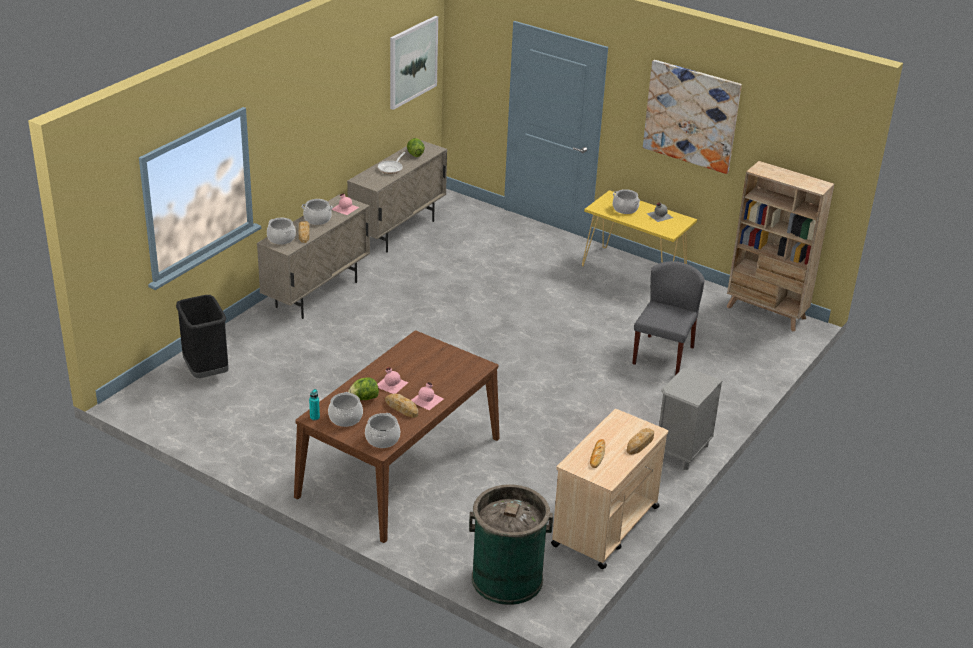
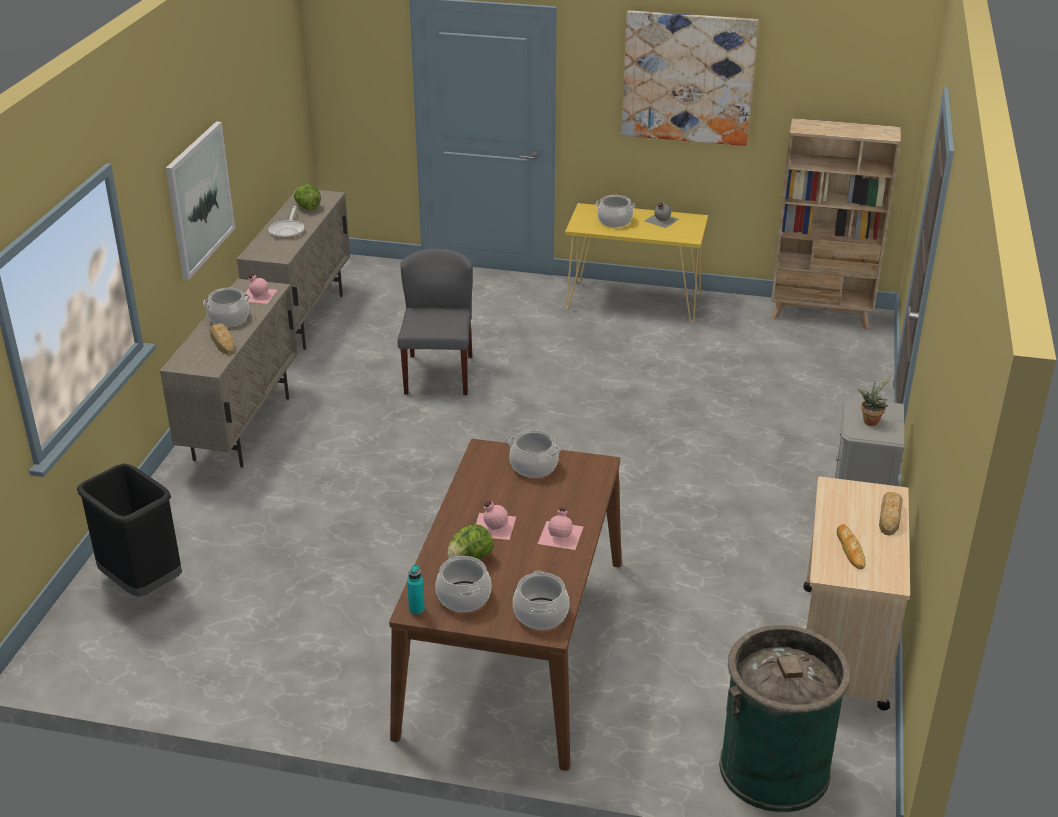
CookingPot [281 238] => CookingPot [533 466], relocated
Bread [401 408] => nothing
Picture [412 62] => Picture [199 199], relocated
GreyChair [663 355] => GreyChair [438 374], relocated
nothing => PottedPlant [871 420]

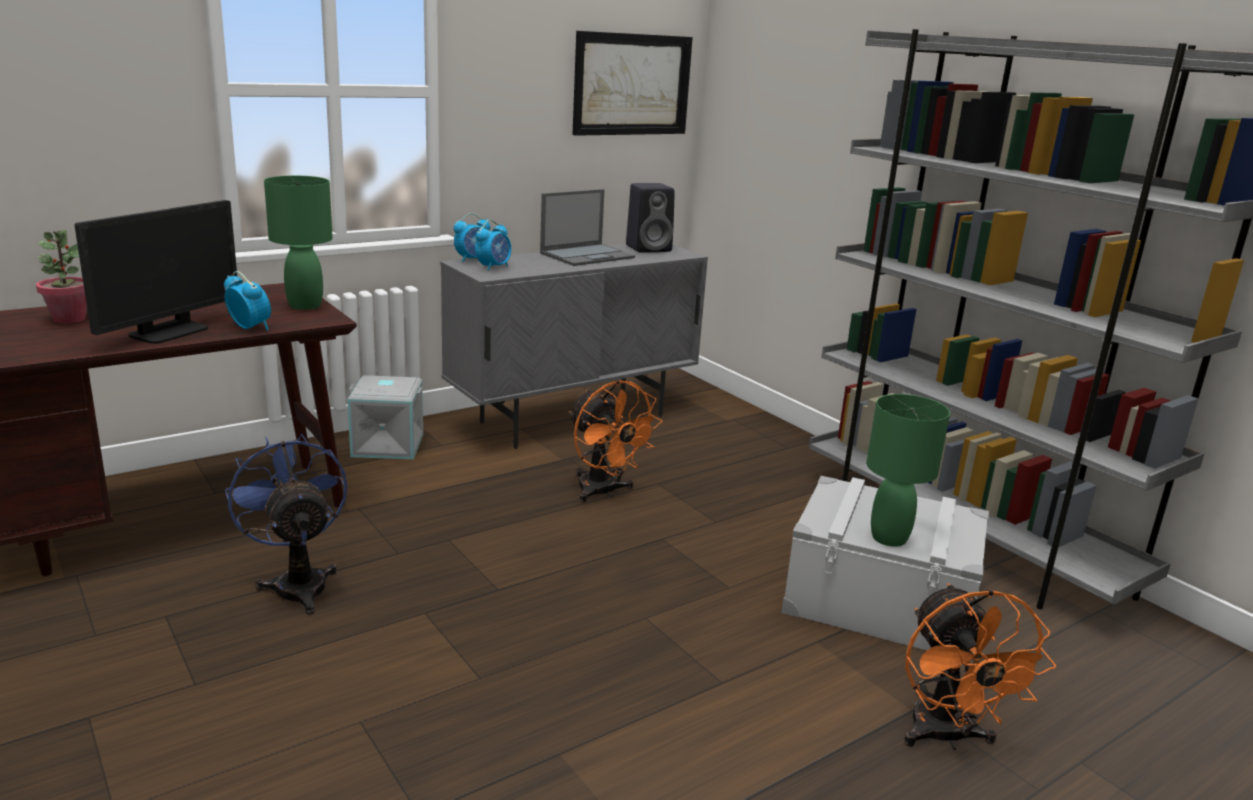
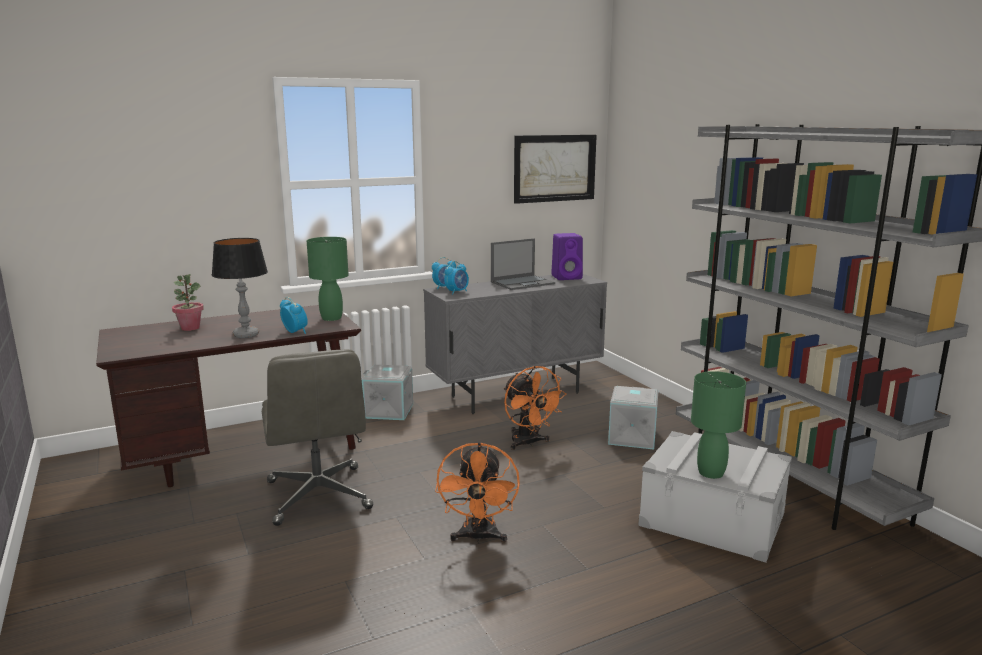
Monitor [169 332] => TableLamp [246 335]
BlueFan [298 583] => GreyOfficeChair [319 496]
BlackSpeaker [649 248] => PurpleSpeaker [567 277]
OrangeFan [946 737] => OrangeFan [478 537], relocated
nothing => GreyStorageBox [631 437]

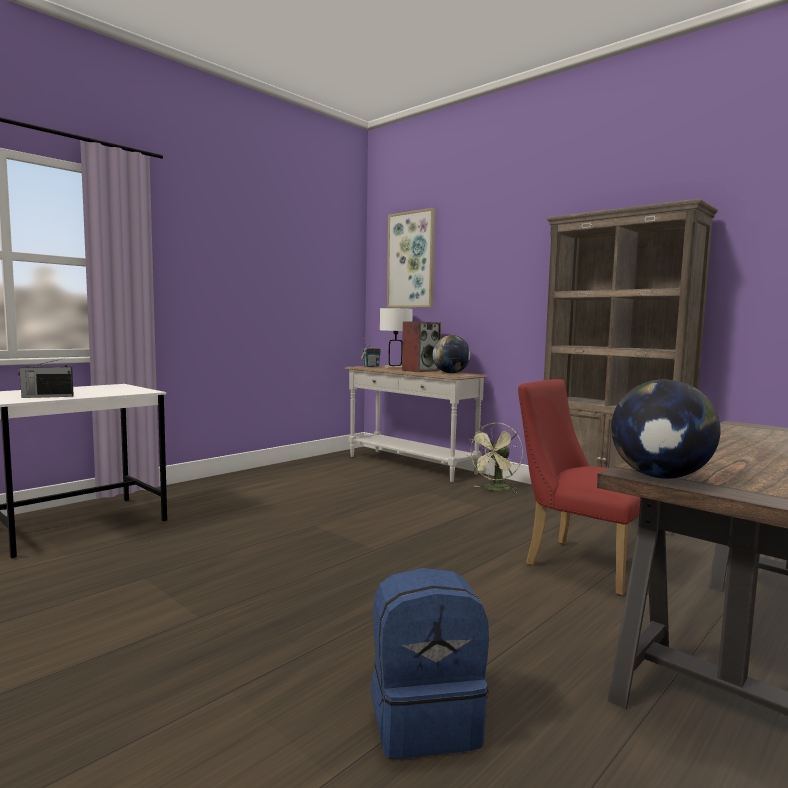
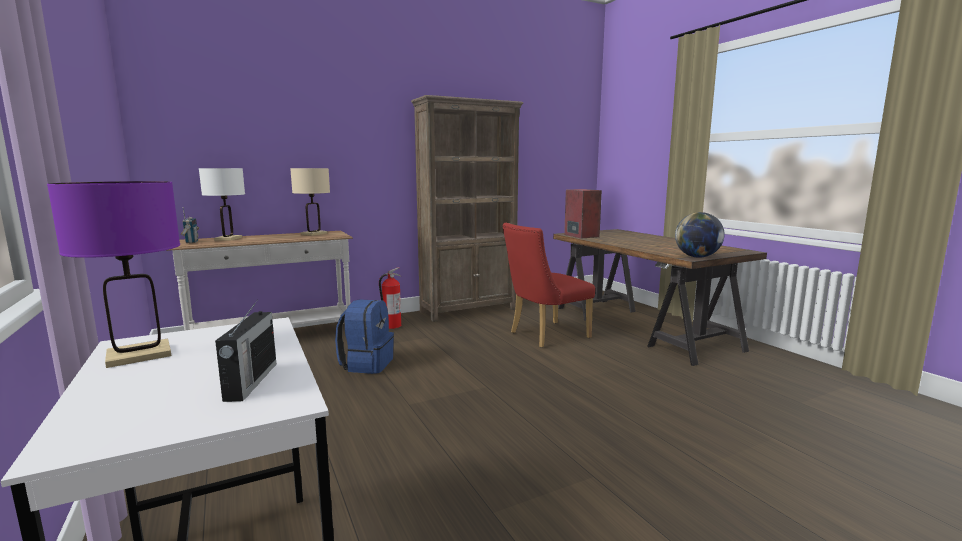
BlueBackpack [425 720] => BlueBackpack [367 364], relocated
Picture [411 260] => nothing
Speaker [420 370] => Speaker [580 236], relocated
Globe [450 373] => BeigeTableLamp [314 234]
GreenFan [496 490] => FireExtinguisher [391 326]
nothing => PurpleTableLamp [139 355]

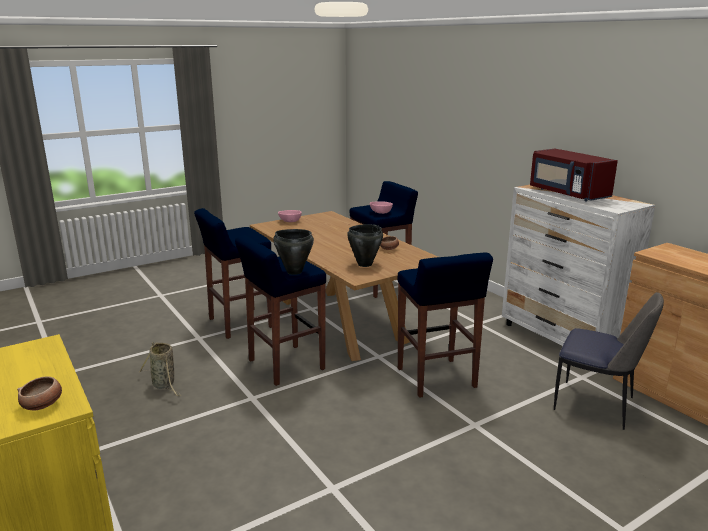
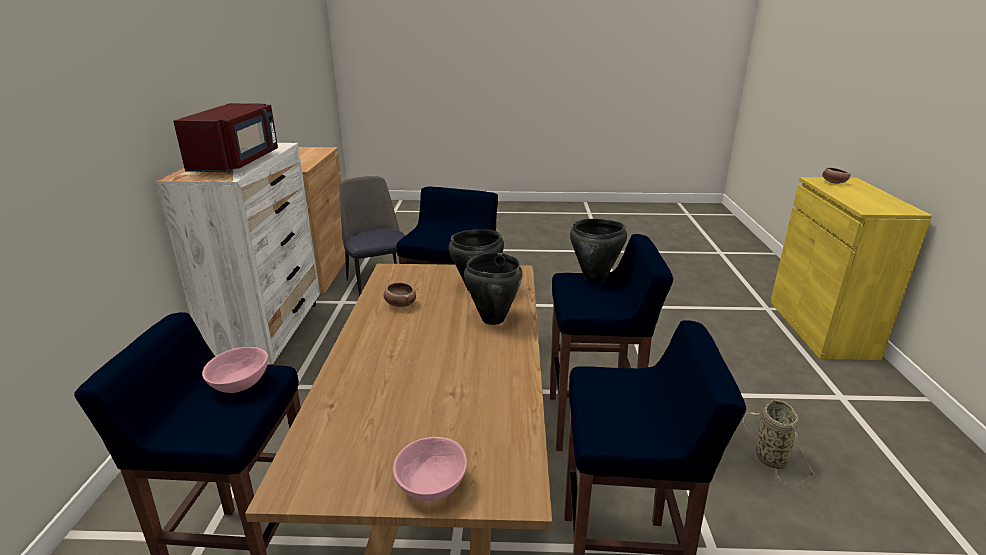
nothing => BlackCookingPot [492 319]

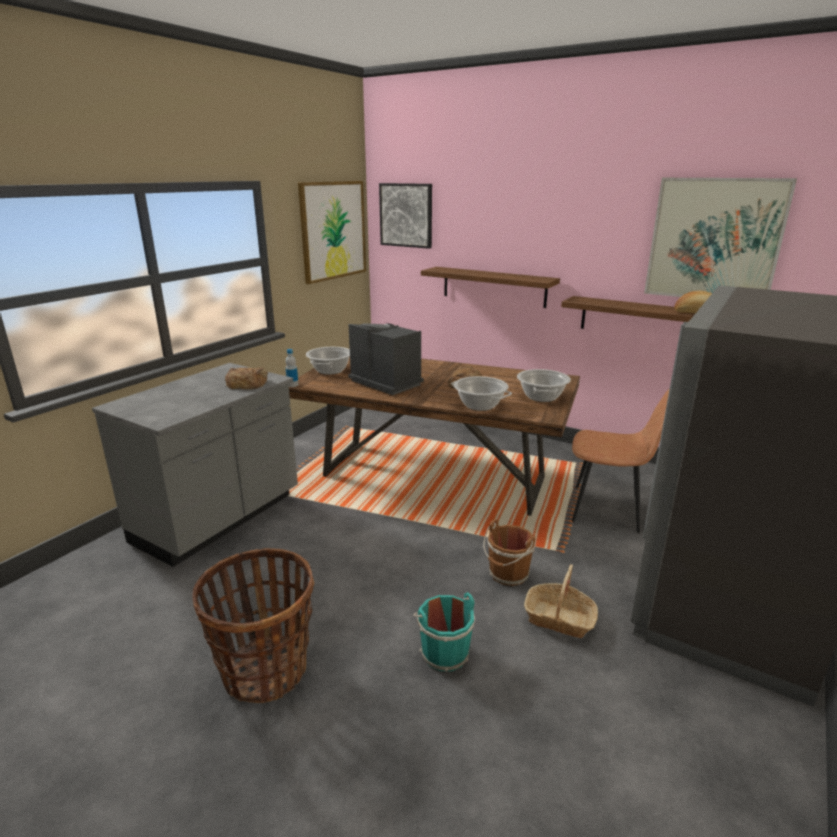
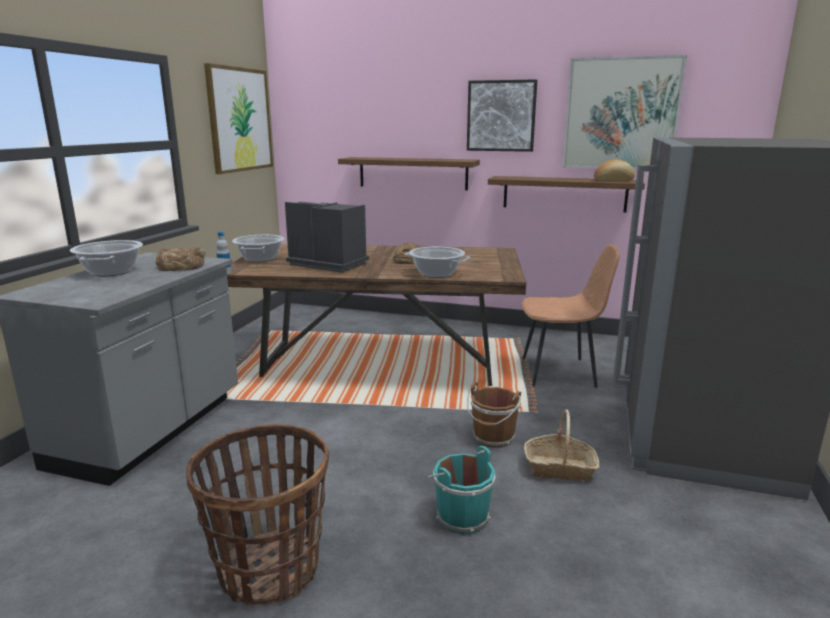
Picture [406 215] => Picture [501 116], relocated
CookingPot [541 397] => CookingPot [111 272], relocated

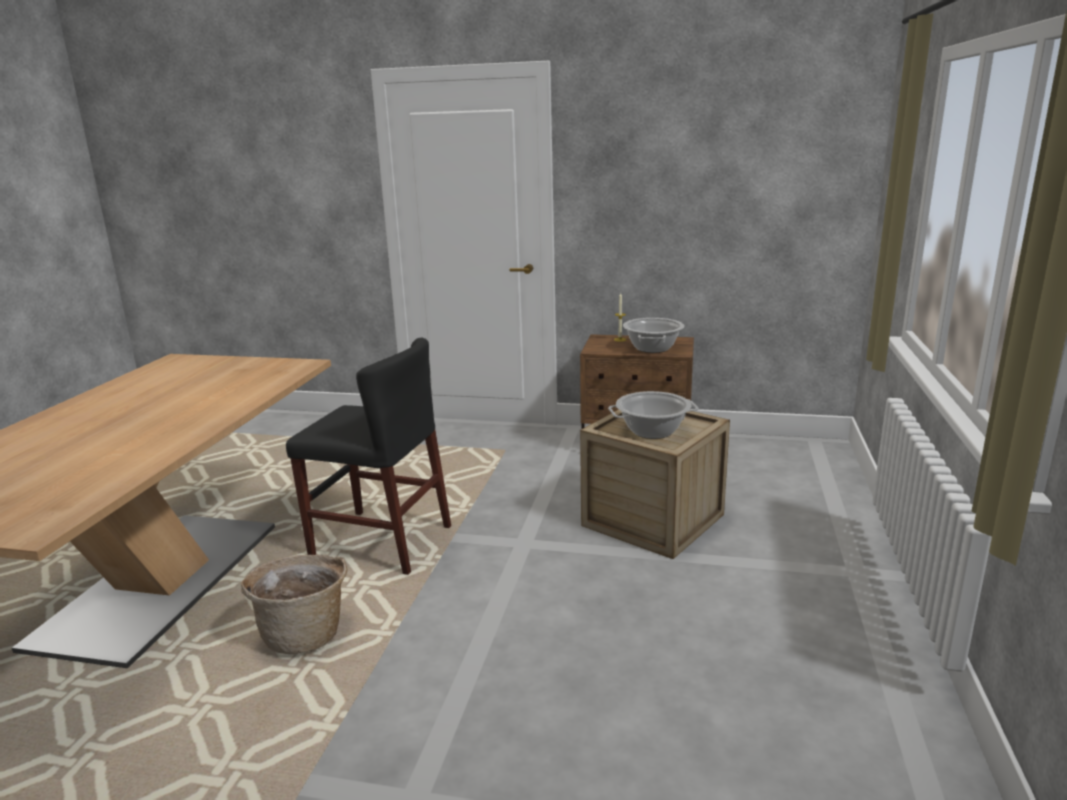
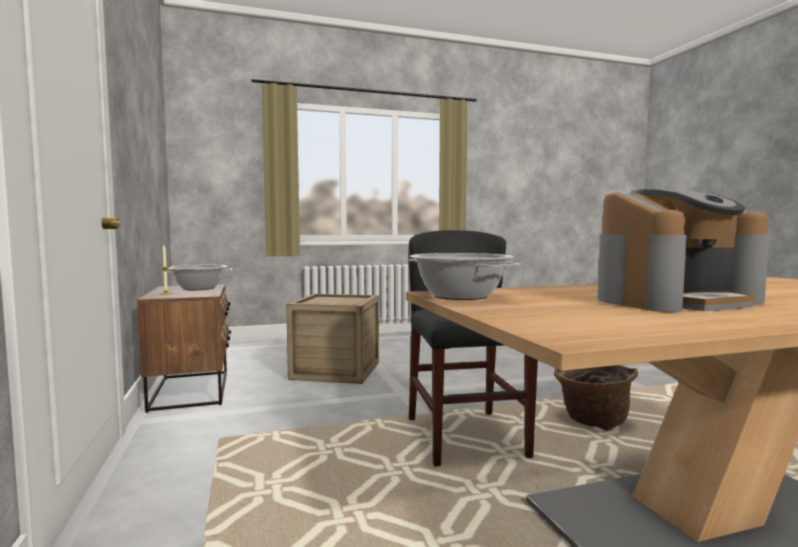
CookingPot [652 431] => CookingPot [461 296], relocated
nothing => CoffeeMachine [674 300]

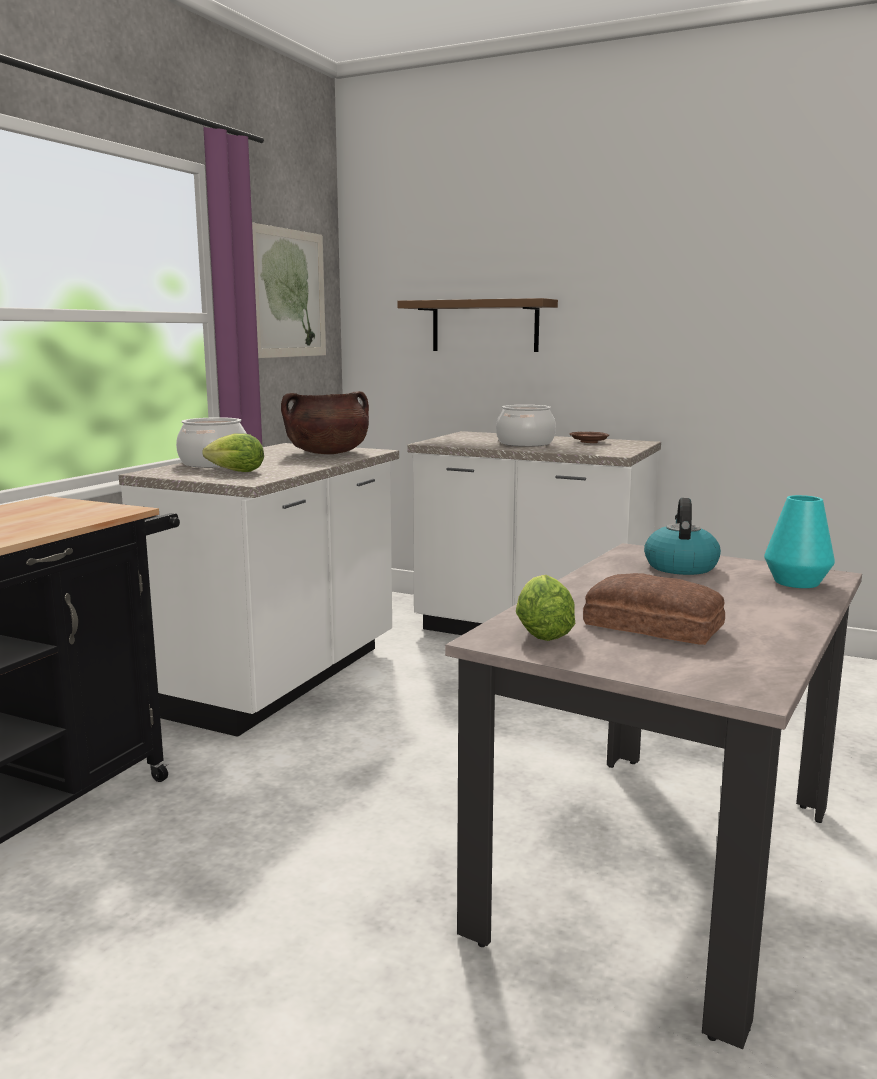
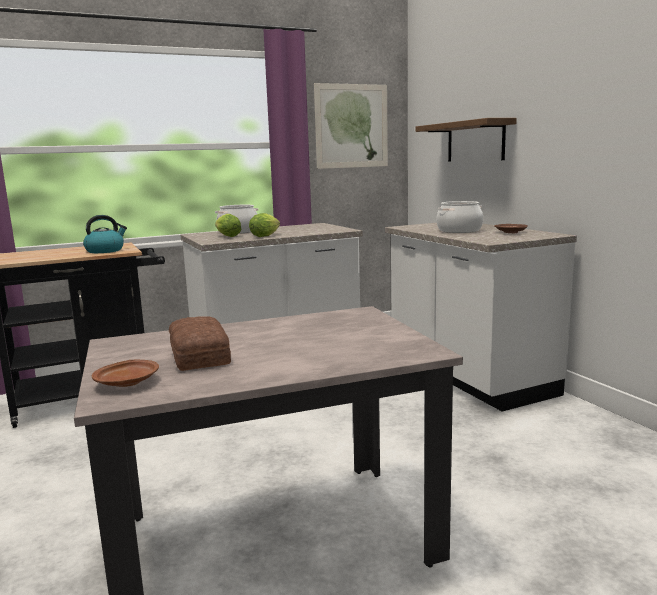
BrownCookingPot [327 453] => nothing
Lettuce [542 632] => Lettuce [266 236], relocated
Kettle [680 566] => Kettle [105 251], relocated
TurquoiseVase [796 582] => nothing
nothing => BrownPlate [128 382]

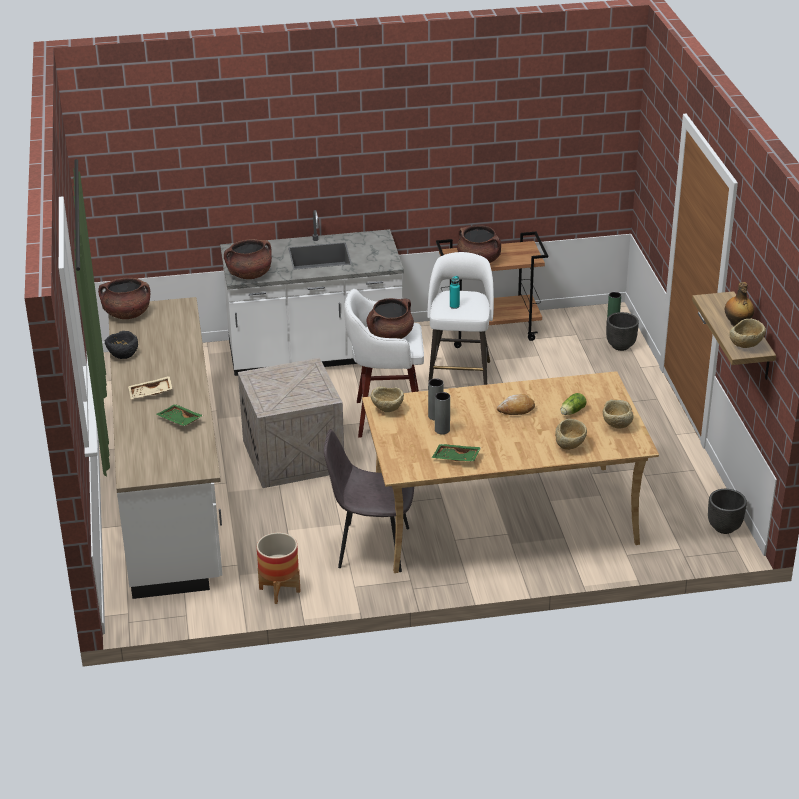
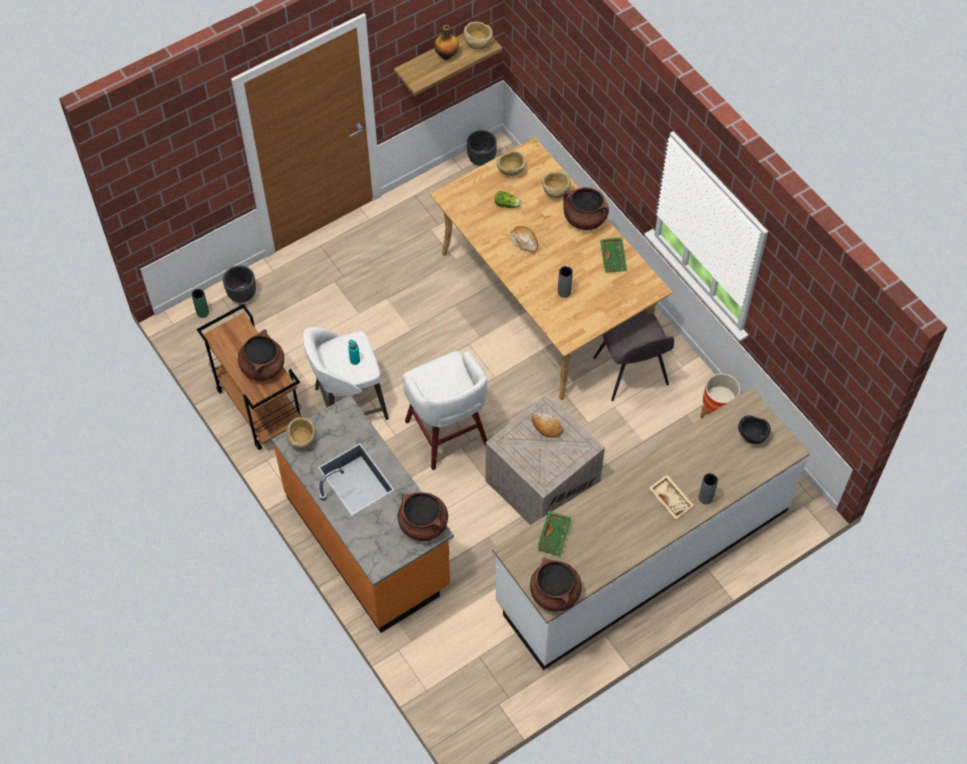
BlackBowl [122 355] => BlackBowl [752 436], relocated
GreenTray [179 420] => GreenTray [555 536], relocated
WhiteCounter [315 354] => OrangeCounter [369 541]
BrownCookingPot [390 335] => BrownCookingPot [584 219], relocated
BeigeBowl [387 410] => BeigeBowl [302 440], relocated
GreyVase [442 430] => GreyVase [705 498], relocated
nothing => Bread [547 426]

